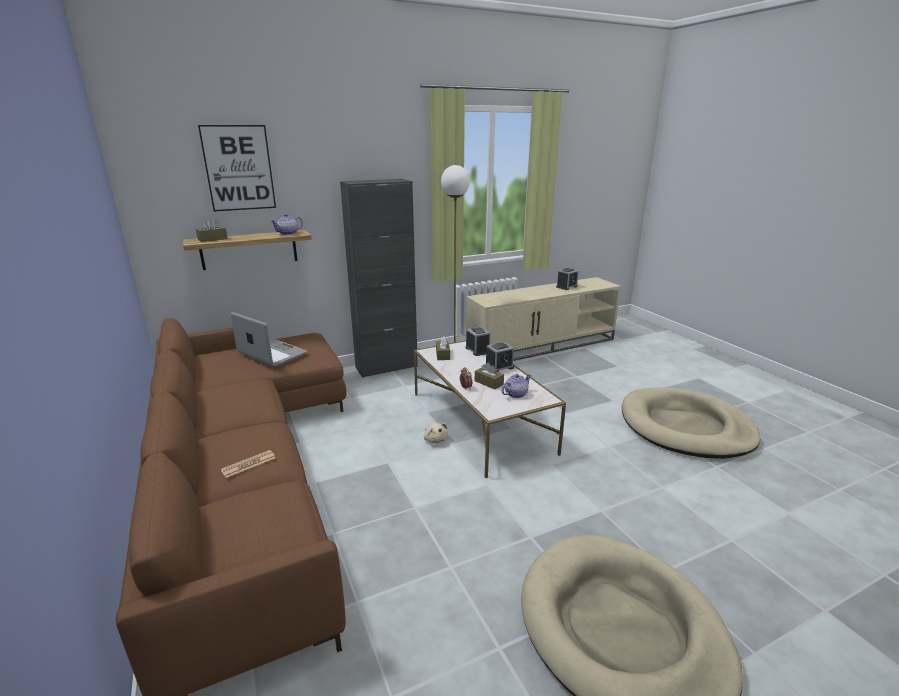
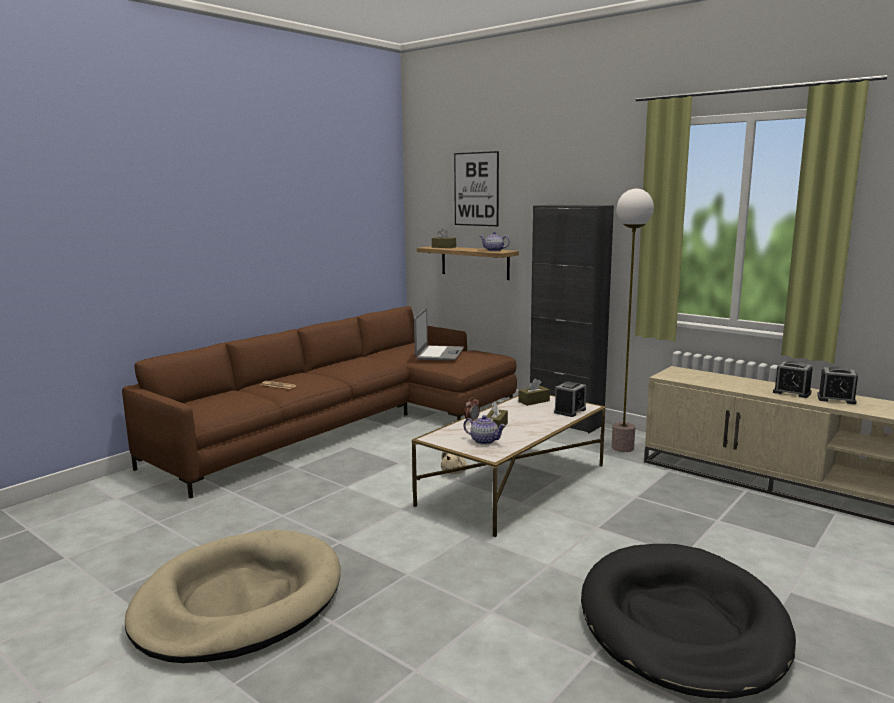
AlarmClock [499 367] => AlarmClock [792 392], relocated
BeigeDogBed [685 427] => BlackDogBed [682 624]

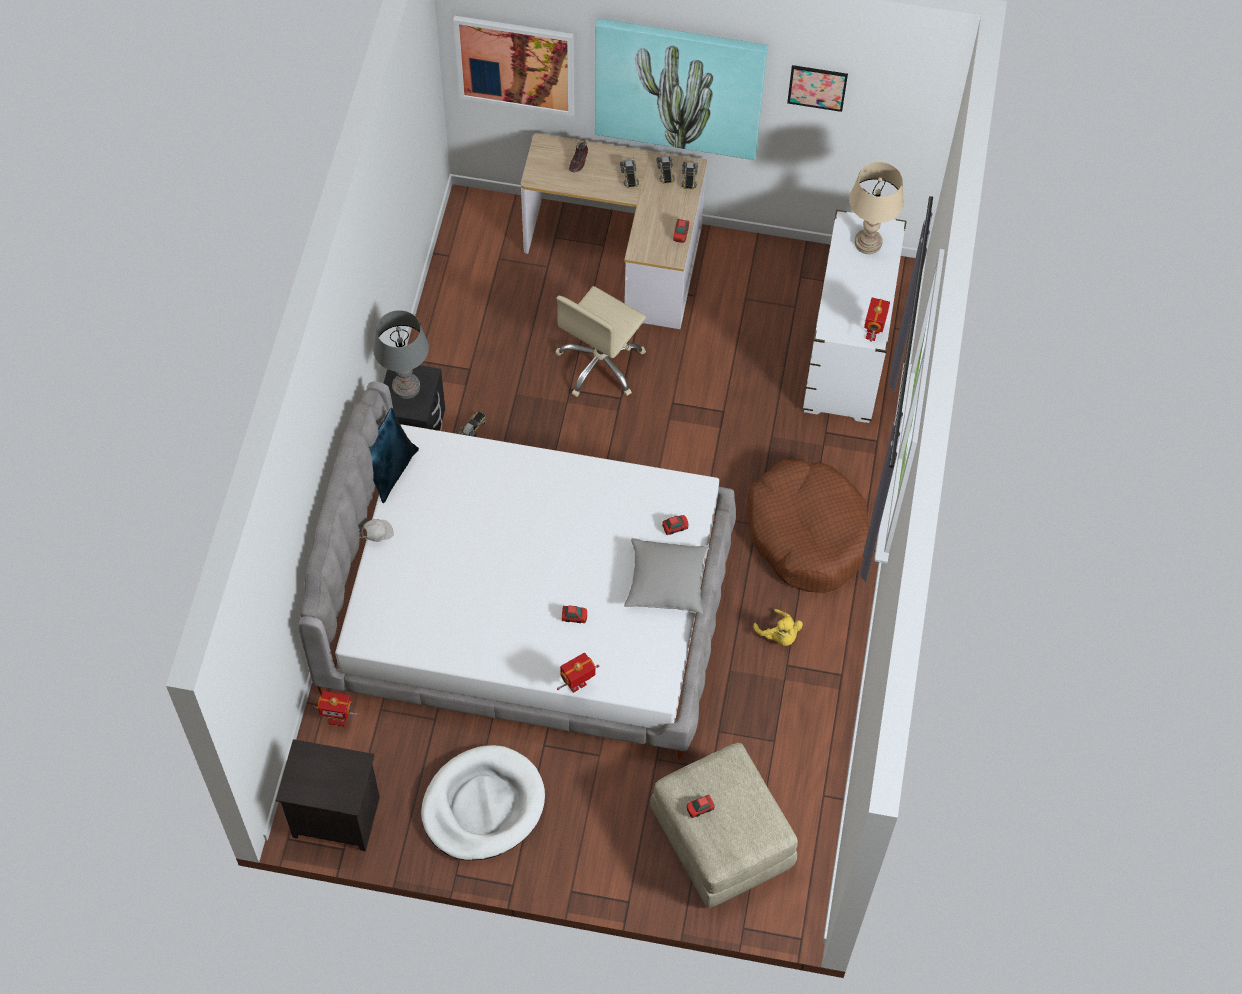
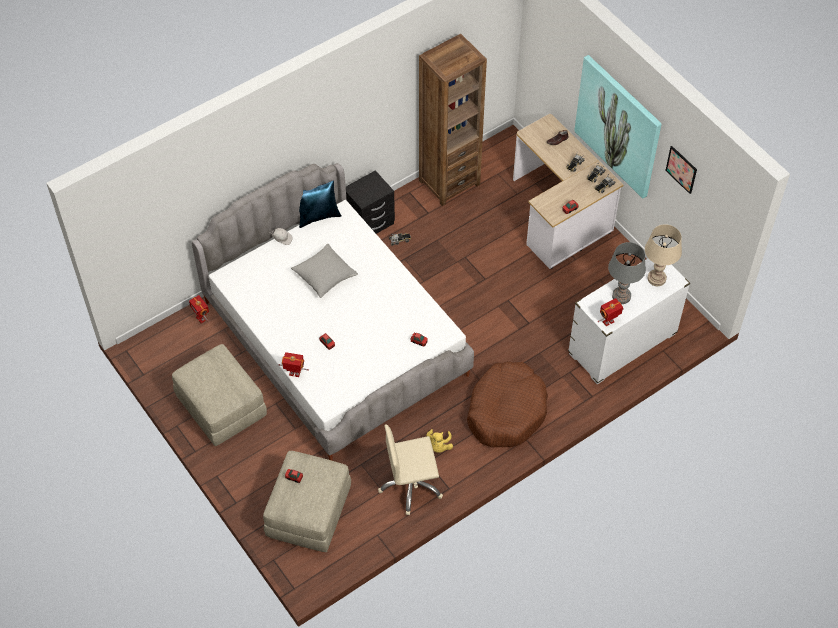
BlackNightstand [334 818] => nothing
GreyTableLamp [406 387] => GreyTableLamp [621 296], relocated
WhiteDogBed [483 805] => BeigeOttoman [220 406]
Picture [515 64] => nothing
BeigeOfficeChair [601 364] => BeigeOfficeChair [411 486], relocated
GreyPillow [666 582] => GreyPillow [324 276], relocated
nothing => BrownBookcase [449 182]

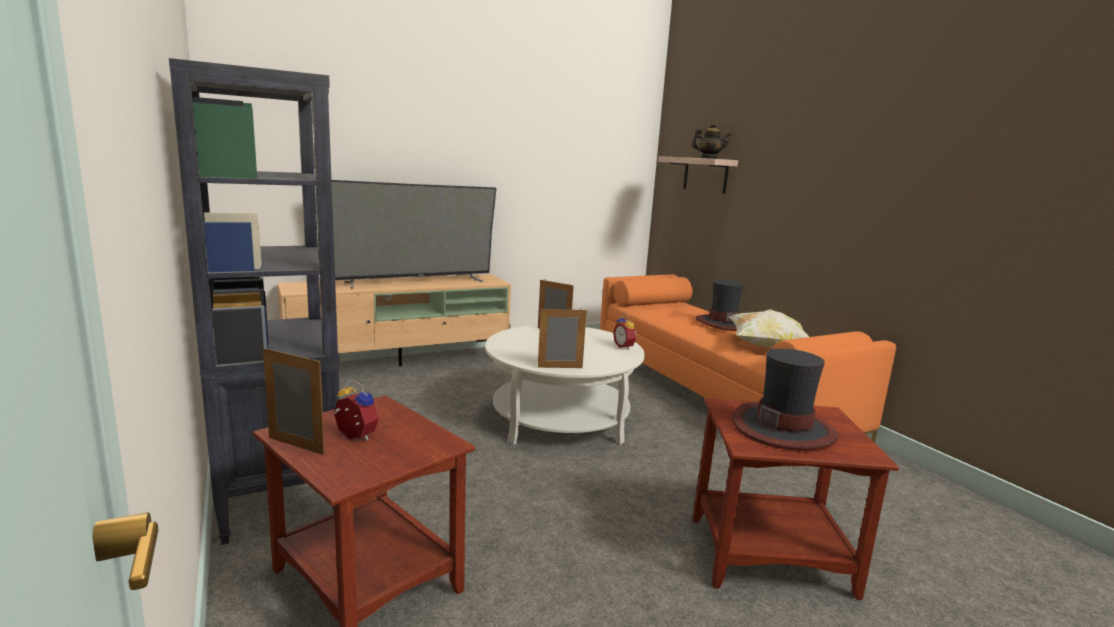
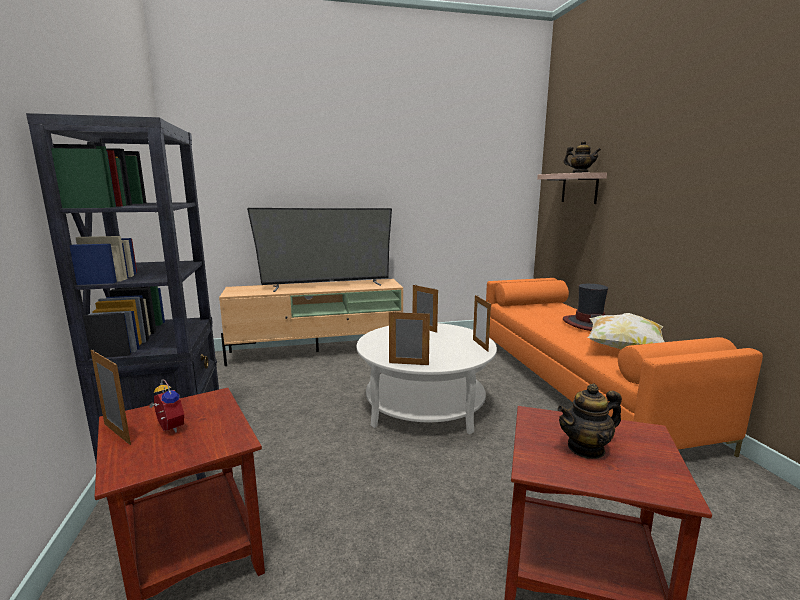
AlarmClock [625 347] => PictureFrame [480 345]
Hat [783 428] => Teapot [586 448]

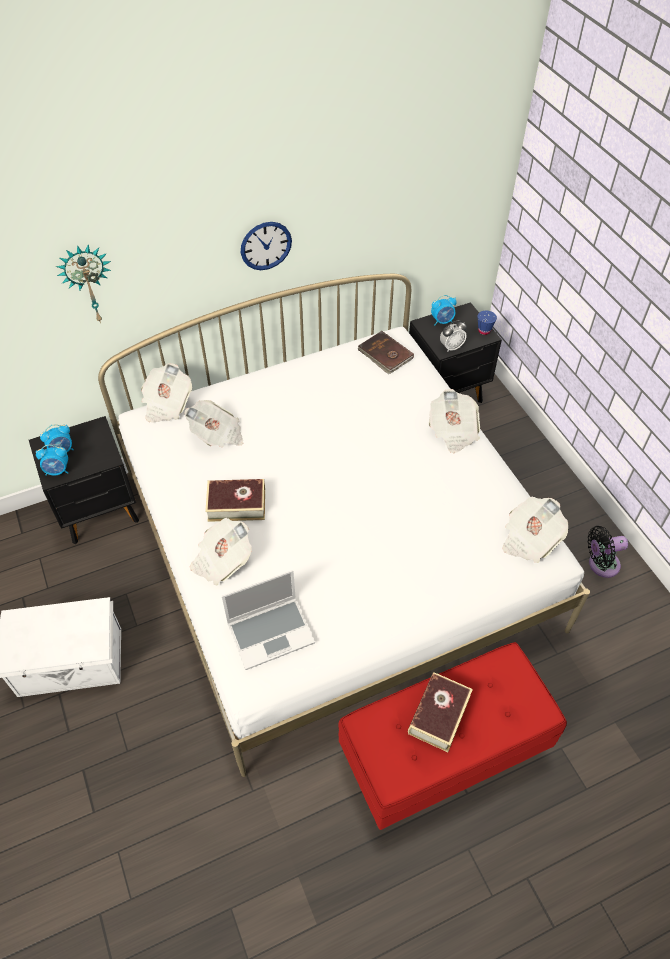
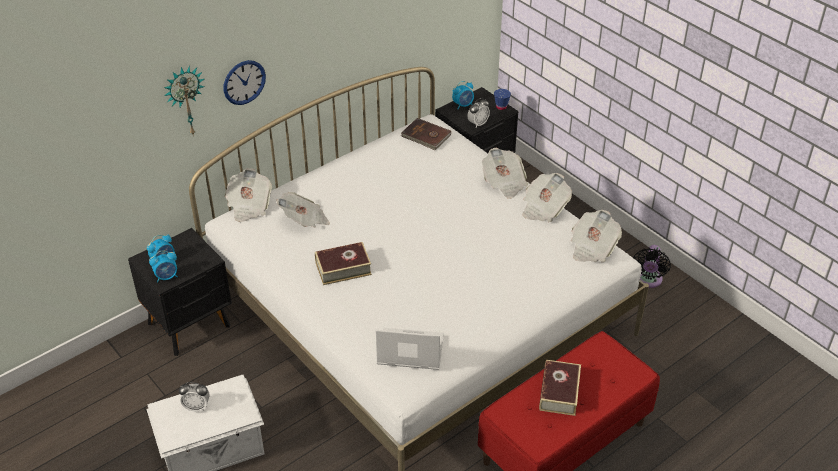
Newspaper [221 560] => Newspaper [543 208], relocated
Laptop [271 632] => Laptop [409 351], 135 degrees counterclockwise
WallClock [266 245] => WallClock [244 82], relocated
BlackFan [600 564] => BlackFan [648 280], 45 degrees counterclockwise
nothing => AlarmClock [197 407]

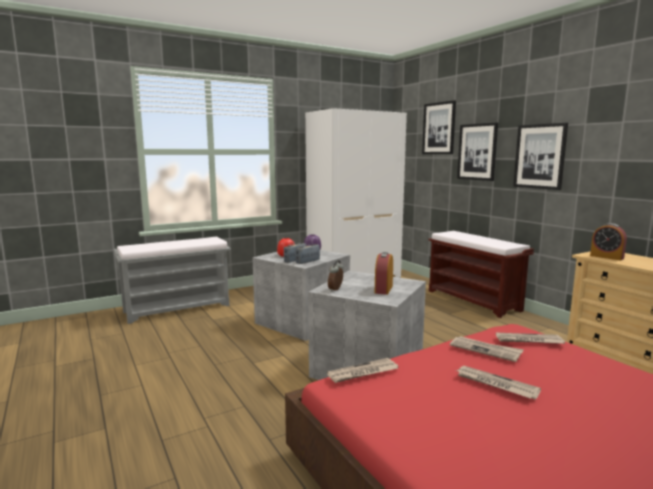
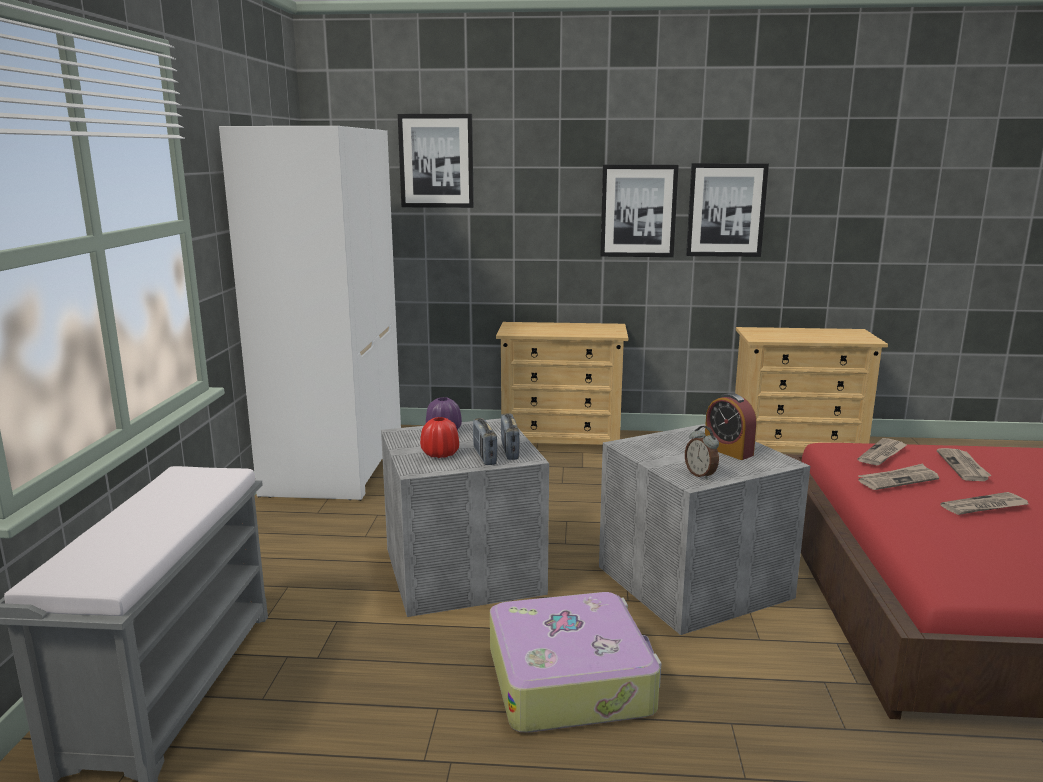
Newspaper [362 373] => Newspaper [964 467], relocated
BrownBench [474 300] => BeigeDresser [561 438]
Picture [477 152] => Picture [726 210], relocated
AlarmClock [606 257] => nothing
nothing => Suitcase [571 679]

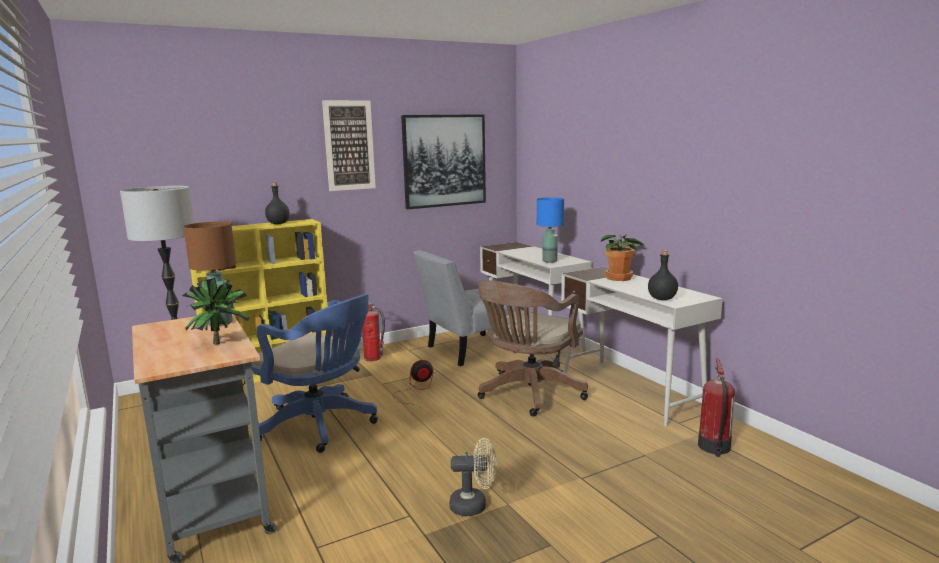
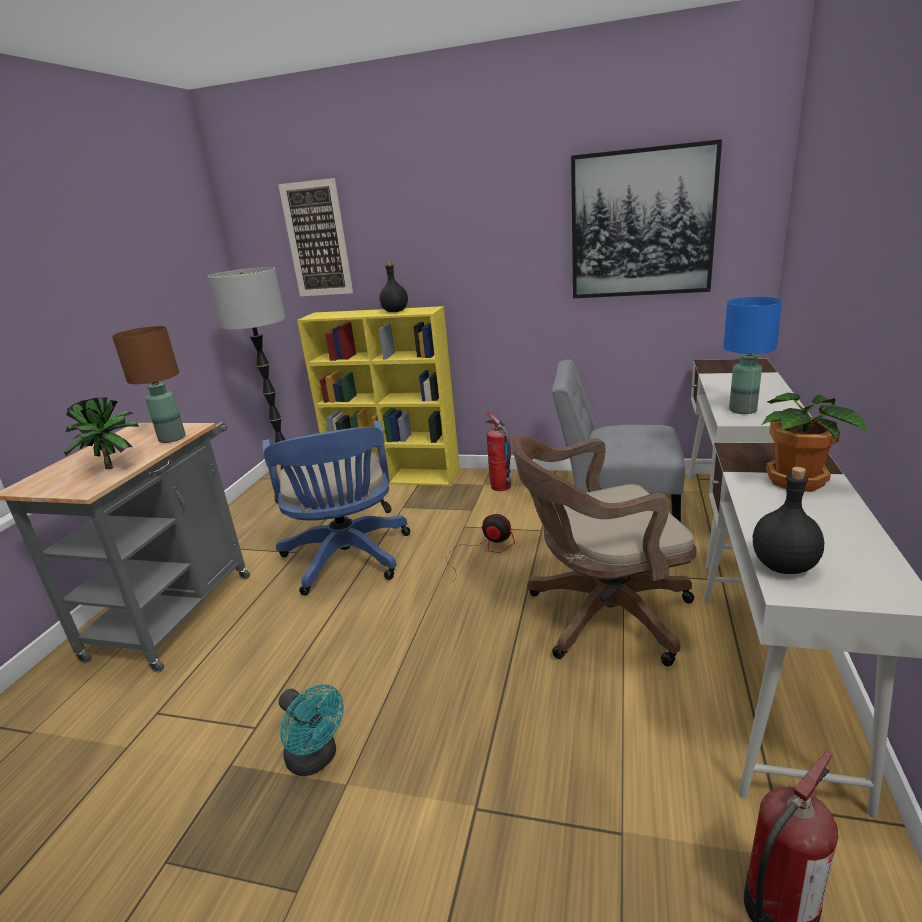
Picture [349 145] => Picture [317 239], relocated
BeigeFan [474 505] => TurquoiseFan [316 759]

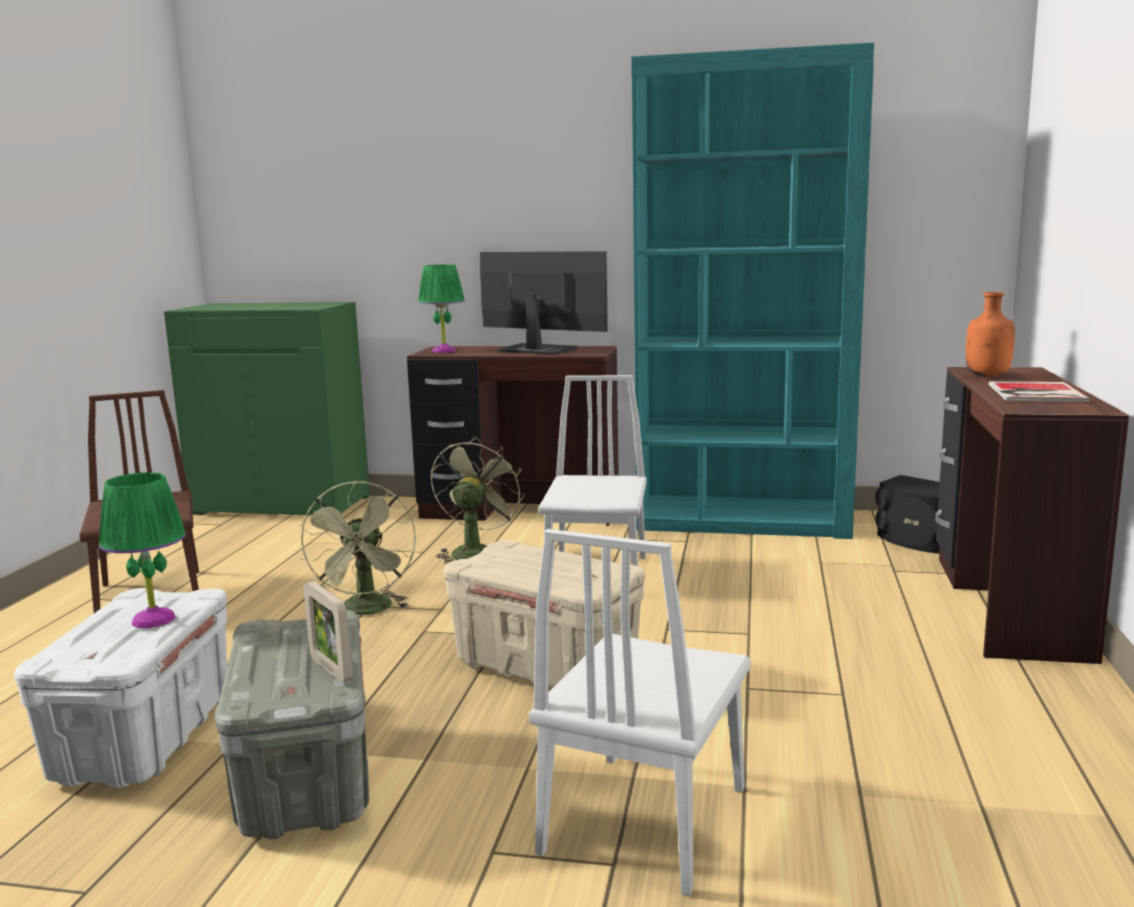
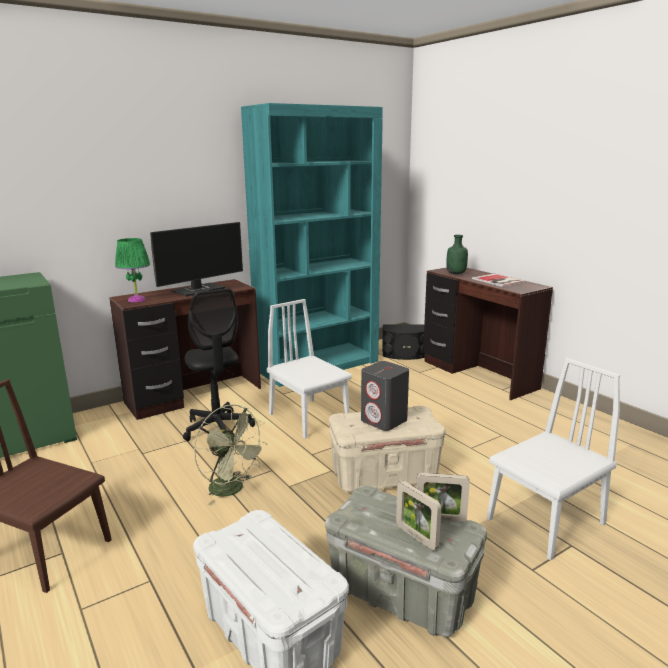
GreenTableLamp [153 620] => nothing
GreenFan [475 551] => BlackOfficeChair [218 428]
Monitor [535 350] => Monitor [199 290], 150 degrees clockwise
WhiteChair [645 819] => WhiteChair [545 521], 105 degrees counterclockwise
OrangeBottle [988 375] => GreenBottle [456 273]
nothing => GreySpeaker [384 420]
nothing => PictureFrame [416 537]

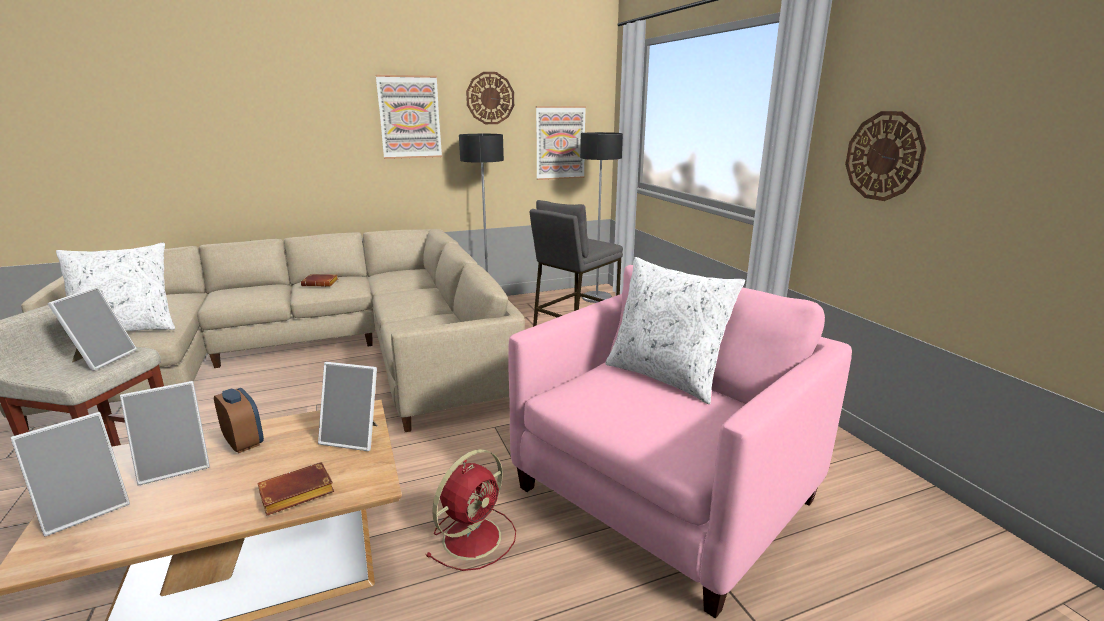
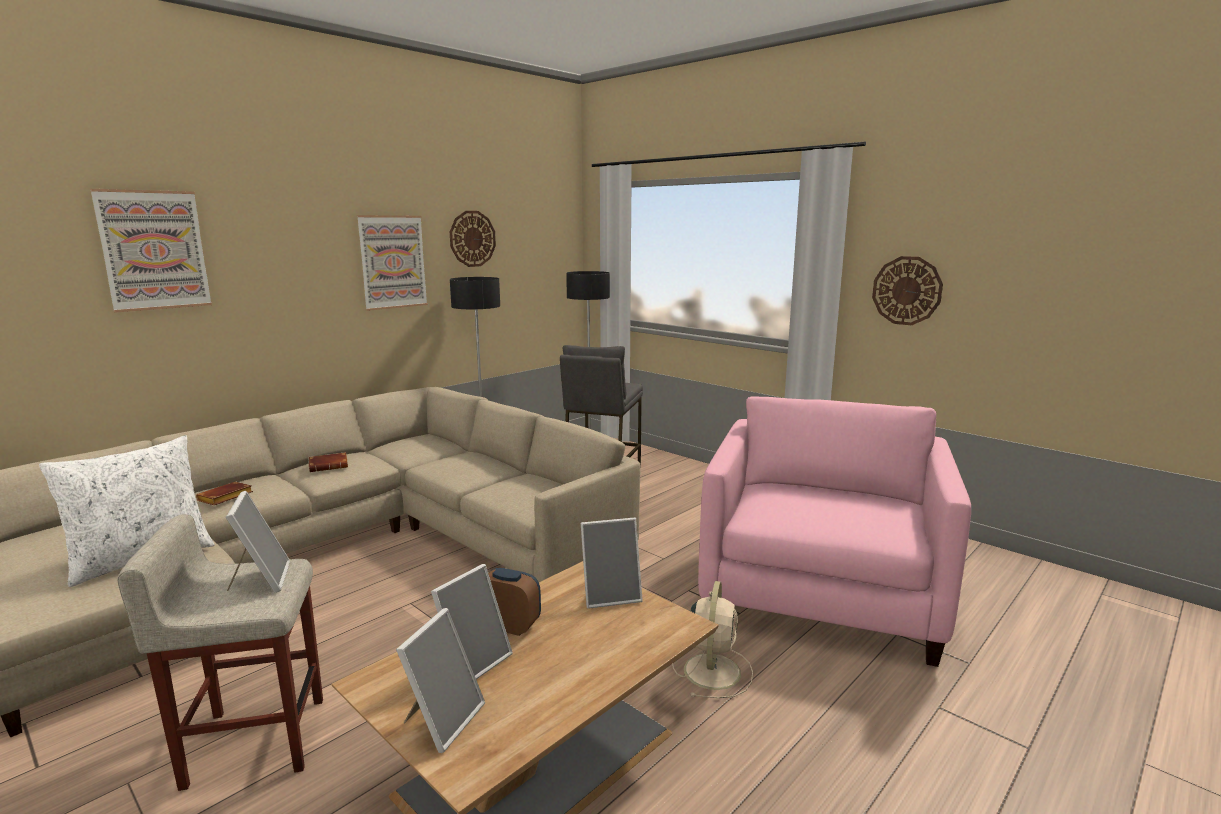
BrownBook [295 495] => BrownBook [225 498], relocated
RedFan [474 536] => BeigeFan [712 670]
Picture [560 143] => Picture [154 250], relocated
WhitePillow [665 376] => nothing

